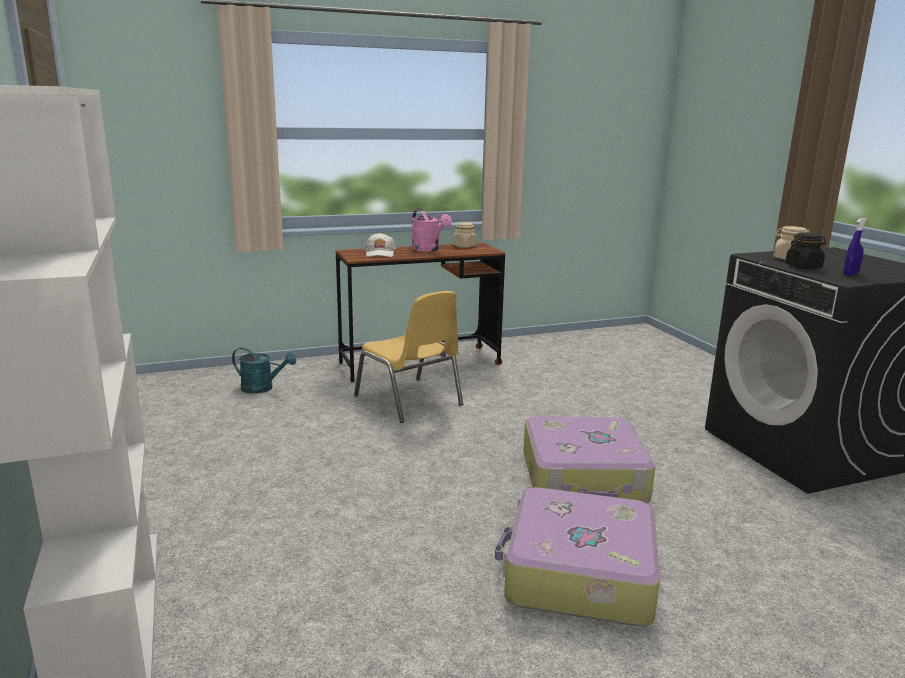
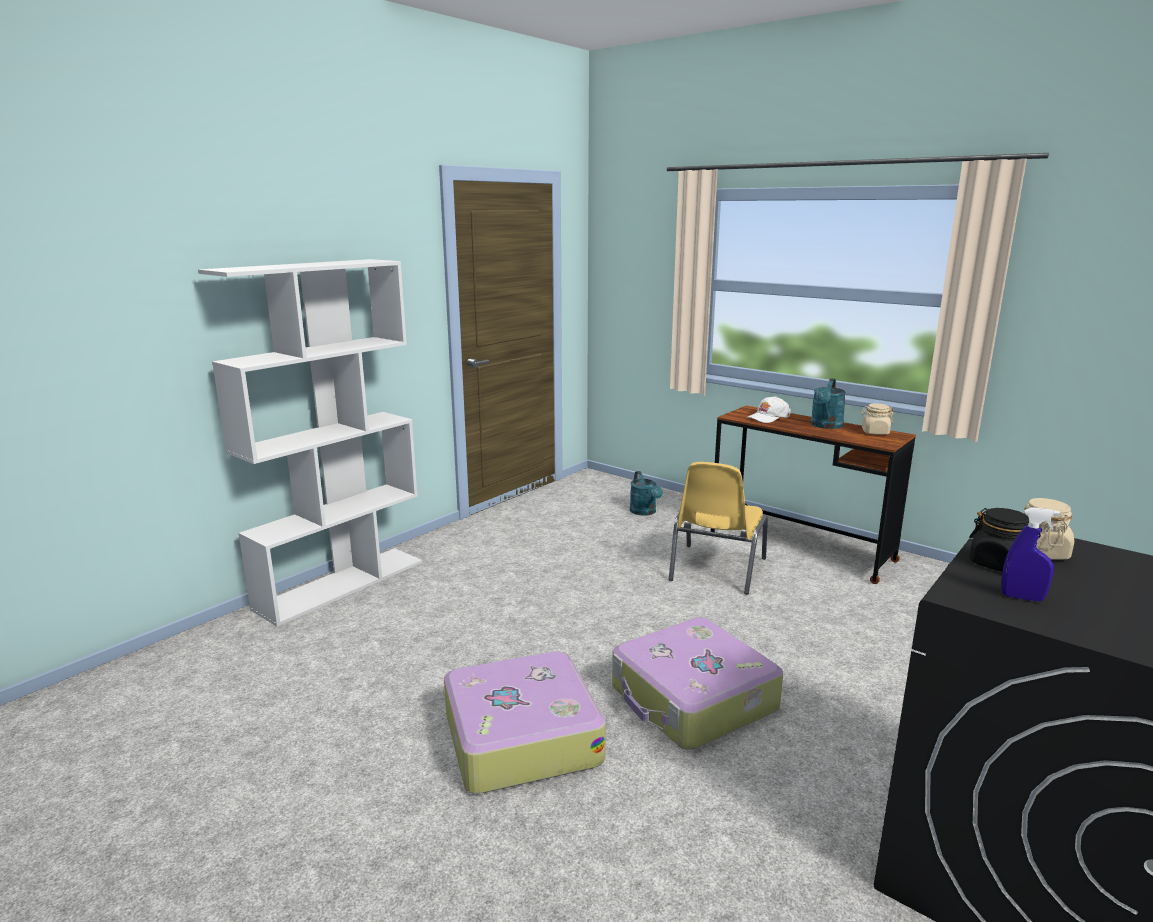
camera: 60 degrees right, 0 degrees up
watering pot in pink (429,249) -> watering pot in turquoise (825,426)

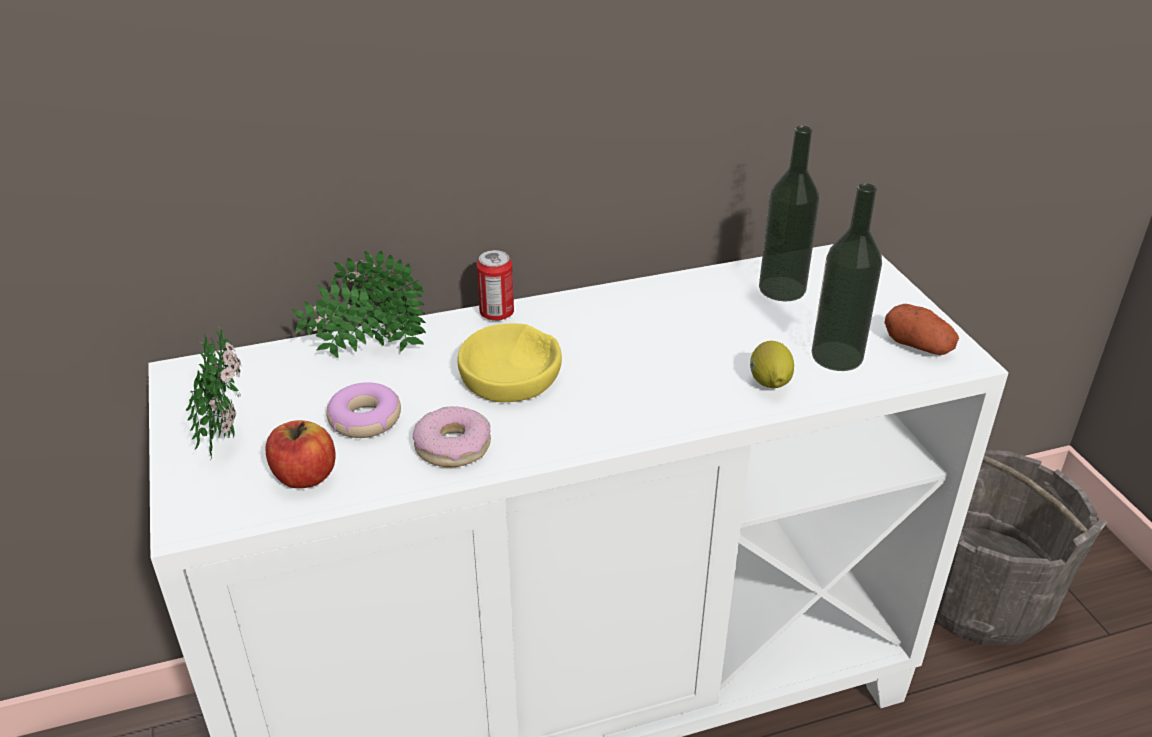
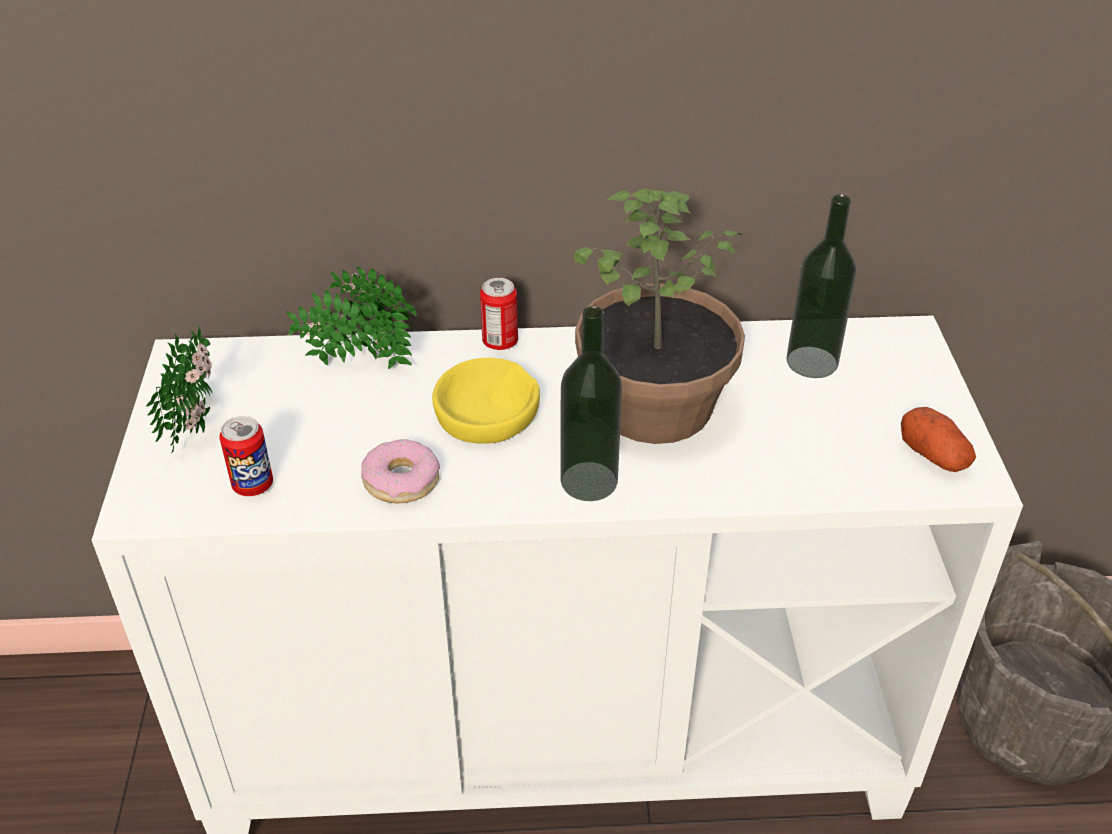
camera: 15 degrees right, 5 degrees up
apple (304,476) -> can (253,485)
ring doughnut (365,419) -> none
lemon (769,383) -> none
drink bottle (837,356) -> drink bottle (589,481), shifted
none -> plant in a pot (655,406)

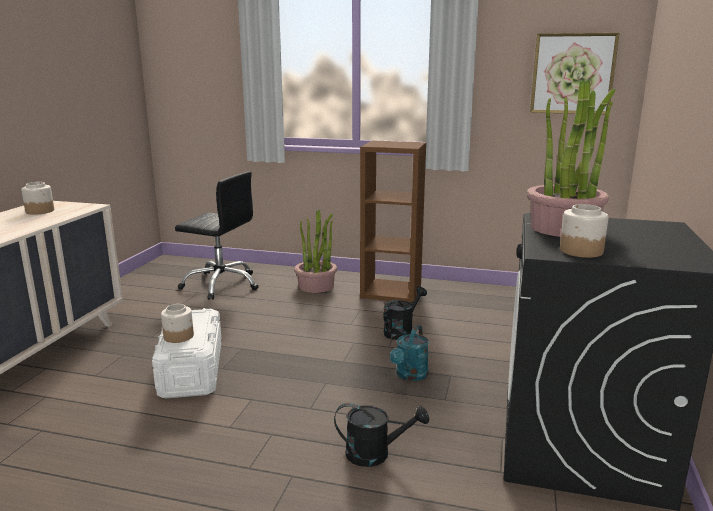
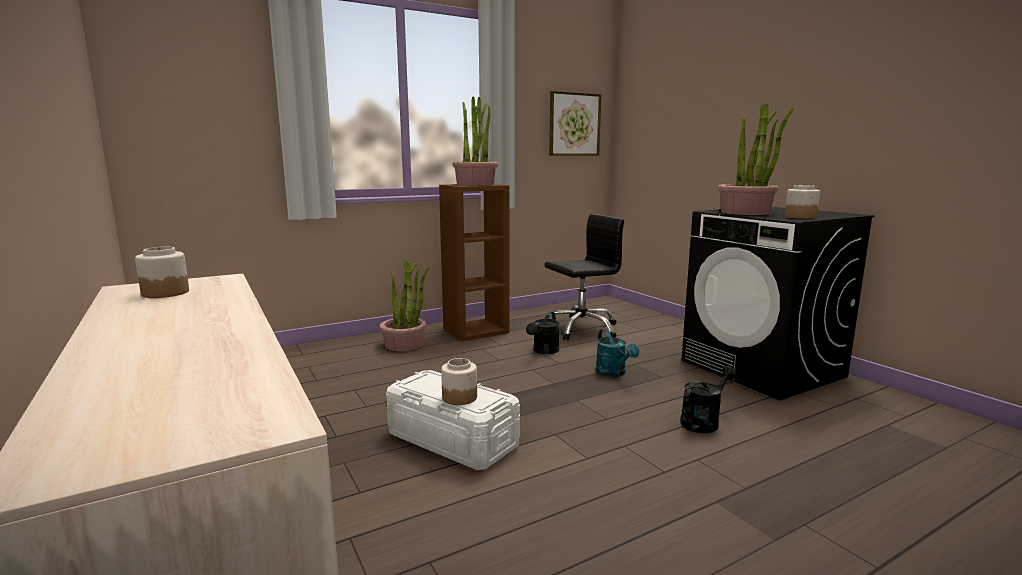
camera: 45 degrees left, 5 degrees down
office chair in blackish (221,284) -> office chair in blackish (581,328), shifted
watering pot in blackish (401,331) -> watering pot in blackish (544,351), 150 degrees counterclockwise
none -> plant in a pot (475,184)

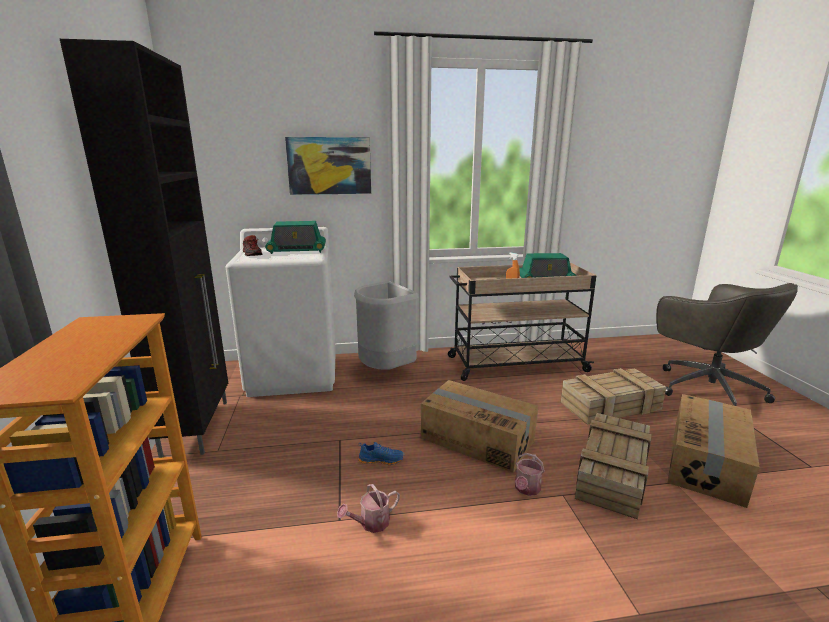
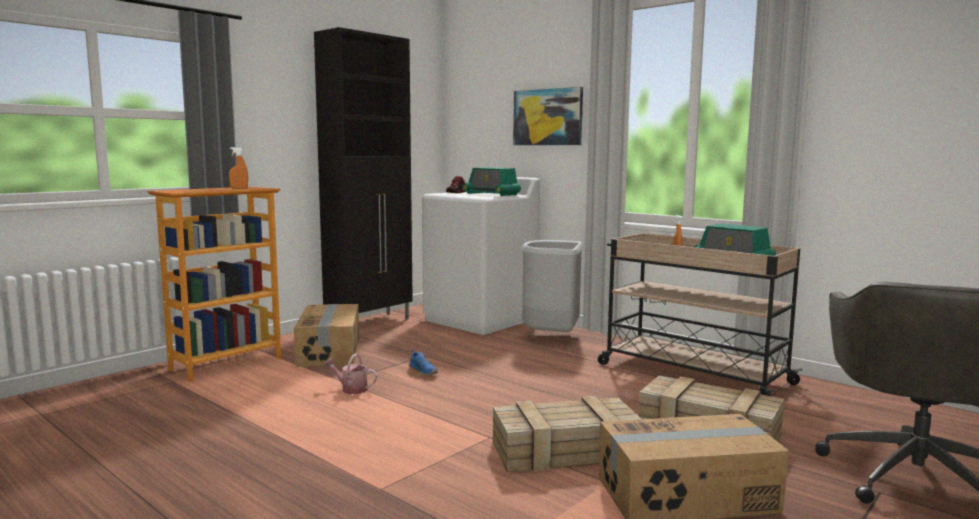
camera: 50 degrees right, 10 degrees down
packing box (477,439) -> packing box (330,351), shifted
watering pot (526,489) -> none
none -> hand sprayer in orange-coloured (239,188)

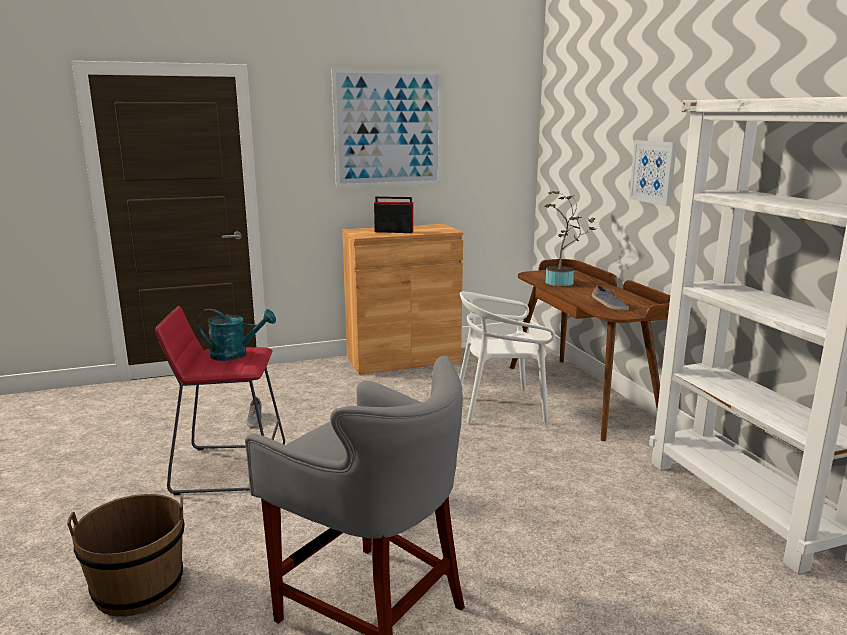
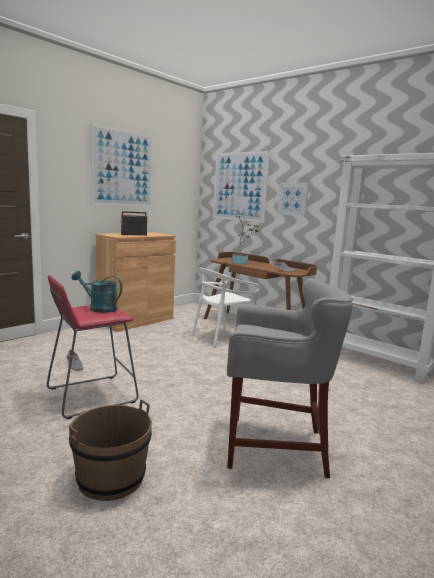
camera: 30 degrees left, 5 degrees down
watering pot in turquoise (236,354) -> watering pot in turquoise (99,308), 135 degrees counterclockwise
none -> picture (239,186)

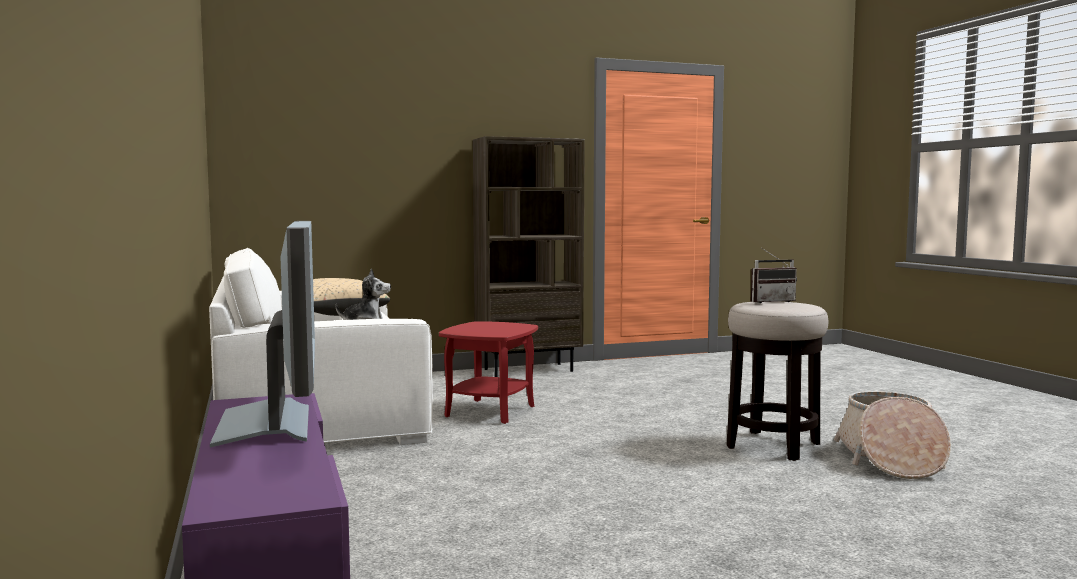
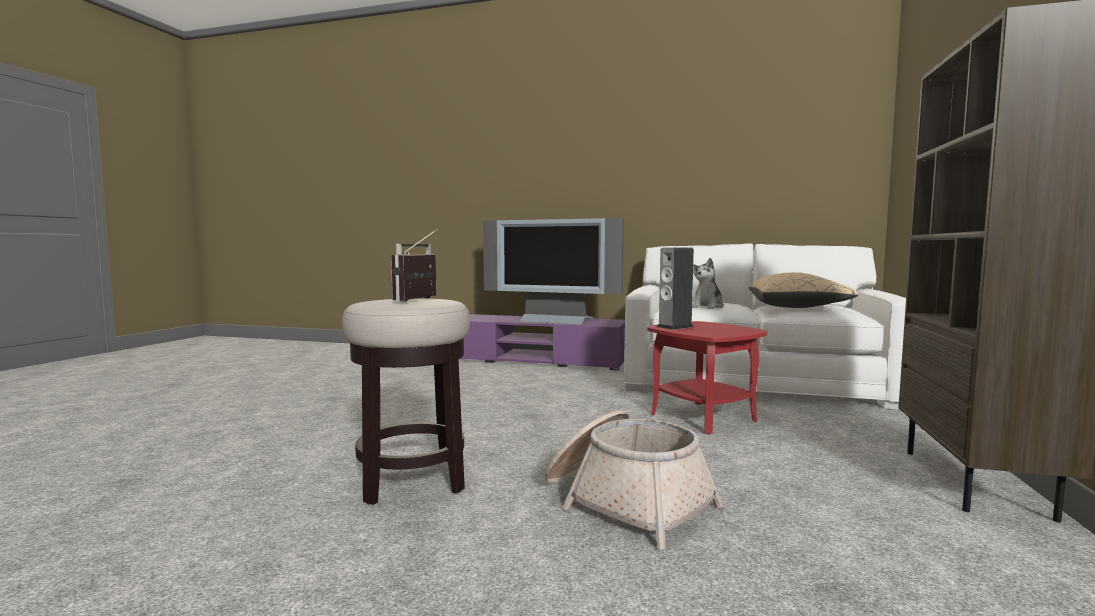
camera: 125 degrees right, 0 degrees up
basket (890,459) -> basket (625,501), shifted
none -> audio speaker (675,327)

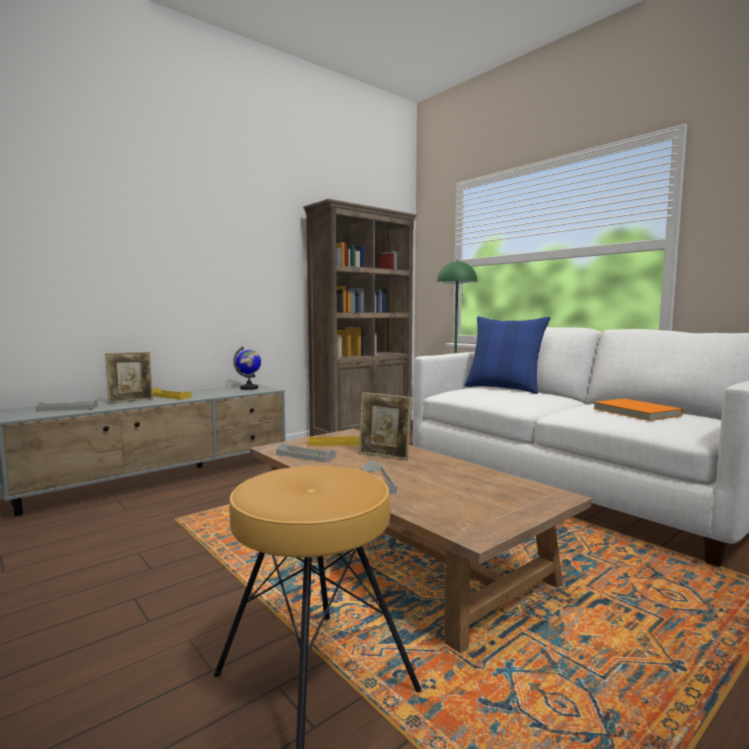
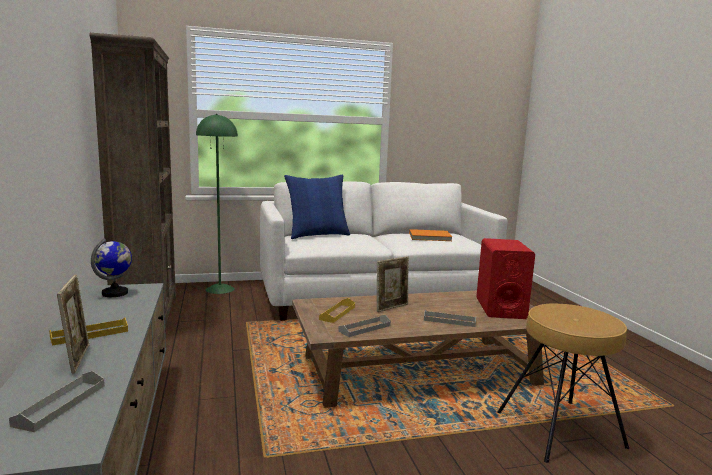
camera: 65 degrees left, 5 degrees up
none -> audio speaker in red-coloured (500,308)

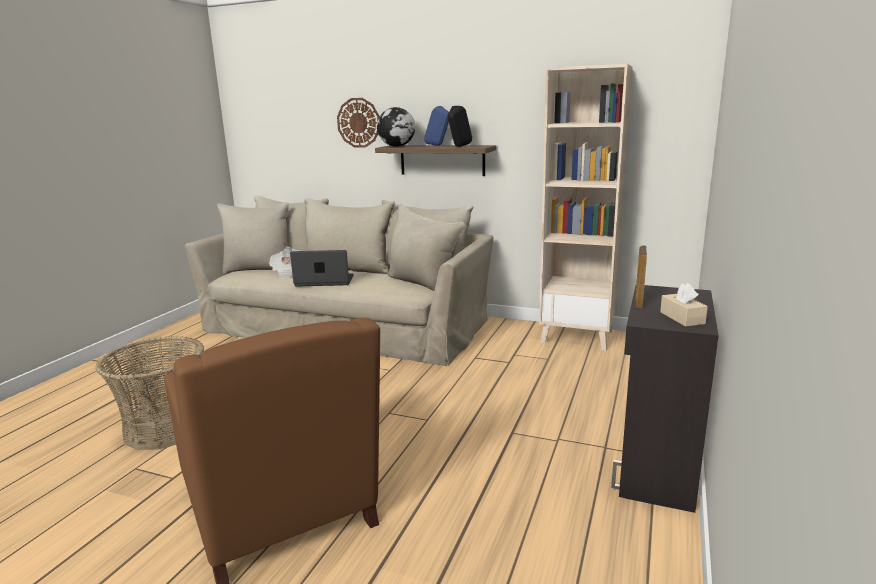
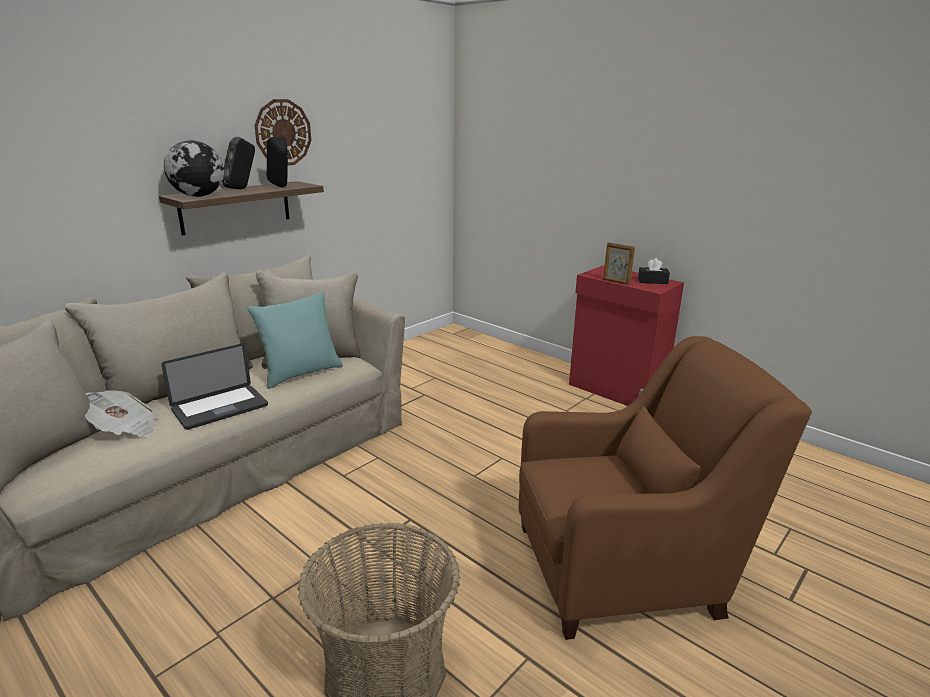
camera: 70 degrees left, 5 degrees up
notebook computer (324,281) -> notebook computer (220,408), 150 degrees counterclockwise
hanging clock (358,122) -> hanging clock (283,132), shifted
audio speaker in bluish (438,145) -> audio speaker in blackish (242,188)
bookcase in beige-coloured (577,336) -> none
storage cabinet in blackish (655,467) -> storage cabinet in red-coloured (616,391)
tissue holder in beige-coloured (682,318) -> tissue holder in blackish (652,281)
none -> throw pillow in turquoise (301,373)

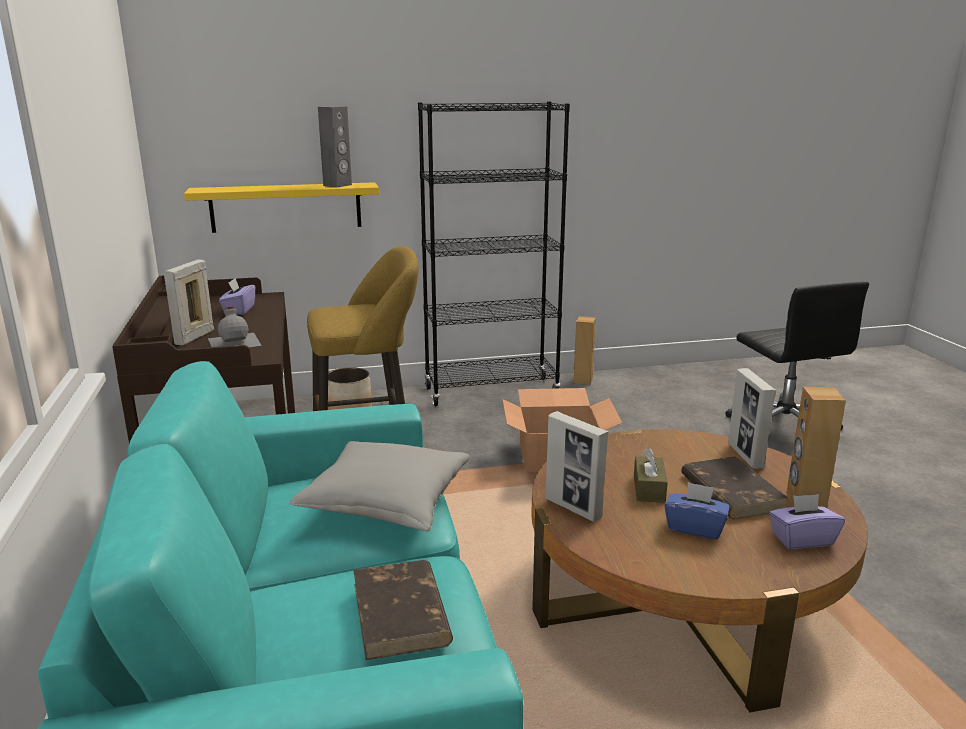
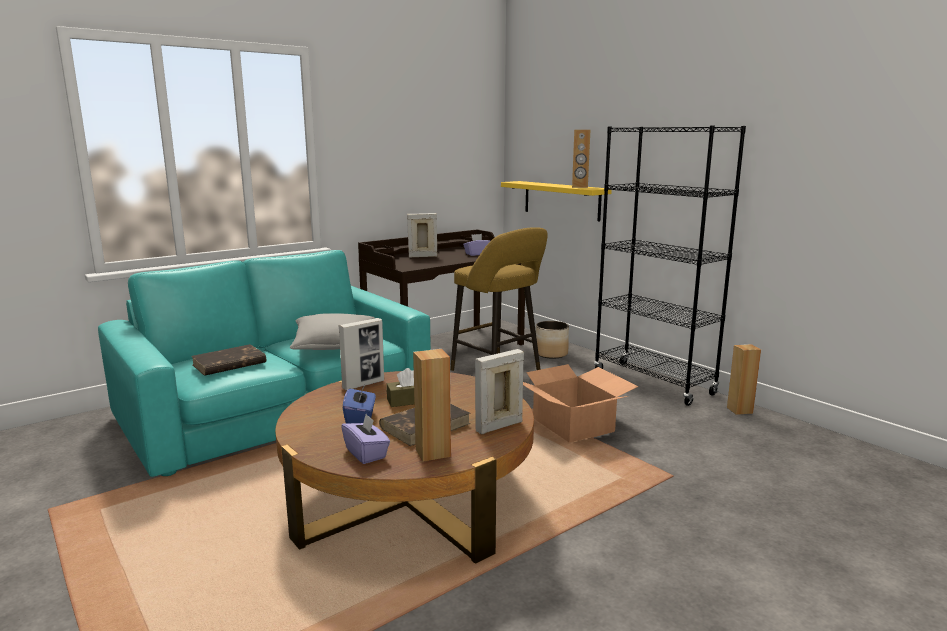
camera: 65 degrees right, 5 degrees down
drink bottle in grey (235,341) -> none
audio speaker in grey (338,185) -> audio speaker in brownish (580,187)
standing frame (573,508) -> standing frame (363,384), 150 degrees counterclockwise
office chair in blackish (783,429) -> none

